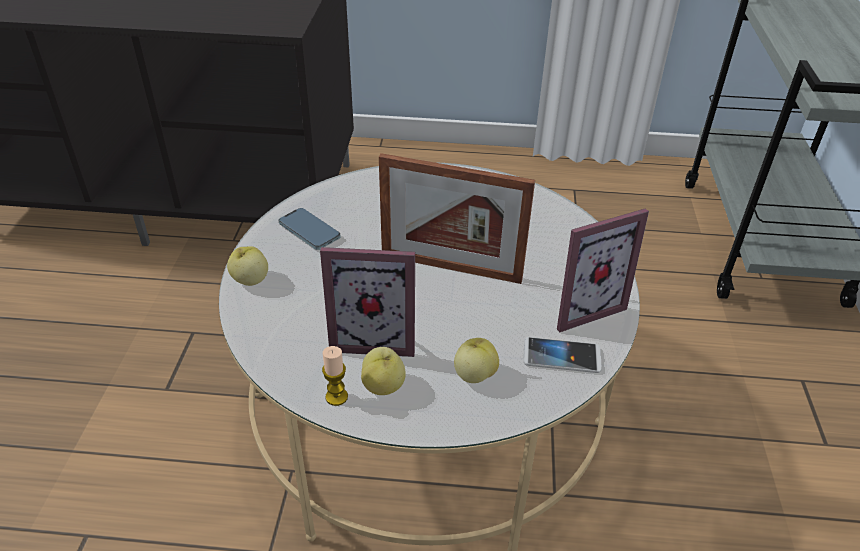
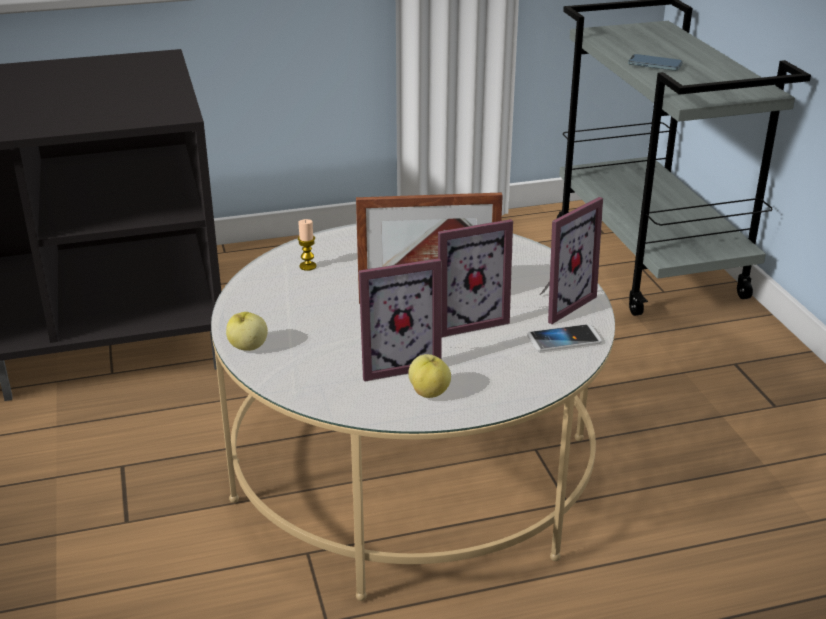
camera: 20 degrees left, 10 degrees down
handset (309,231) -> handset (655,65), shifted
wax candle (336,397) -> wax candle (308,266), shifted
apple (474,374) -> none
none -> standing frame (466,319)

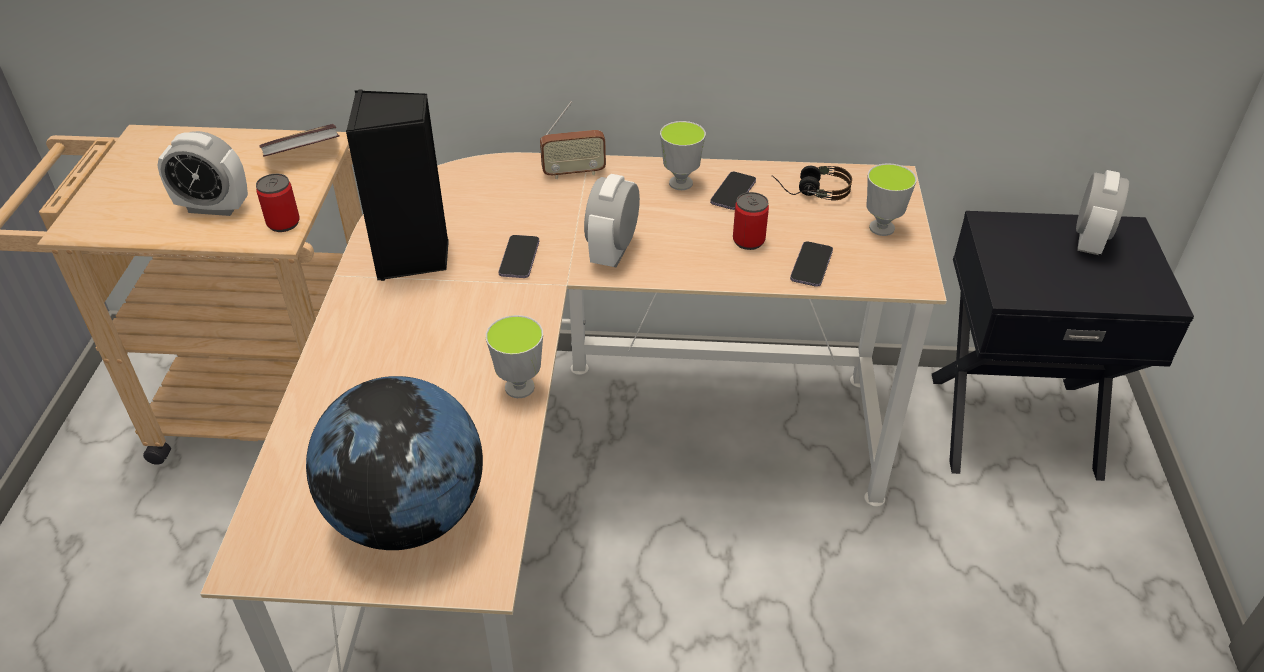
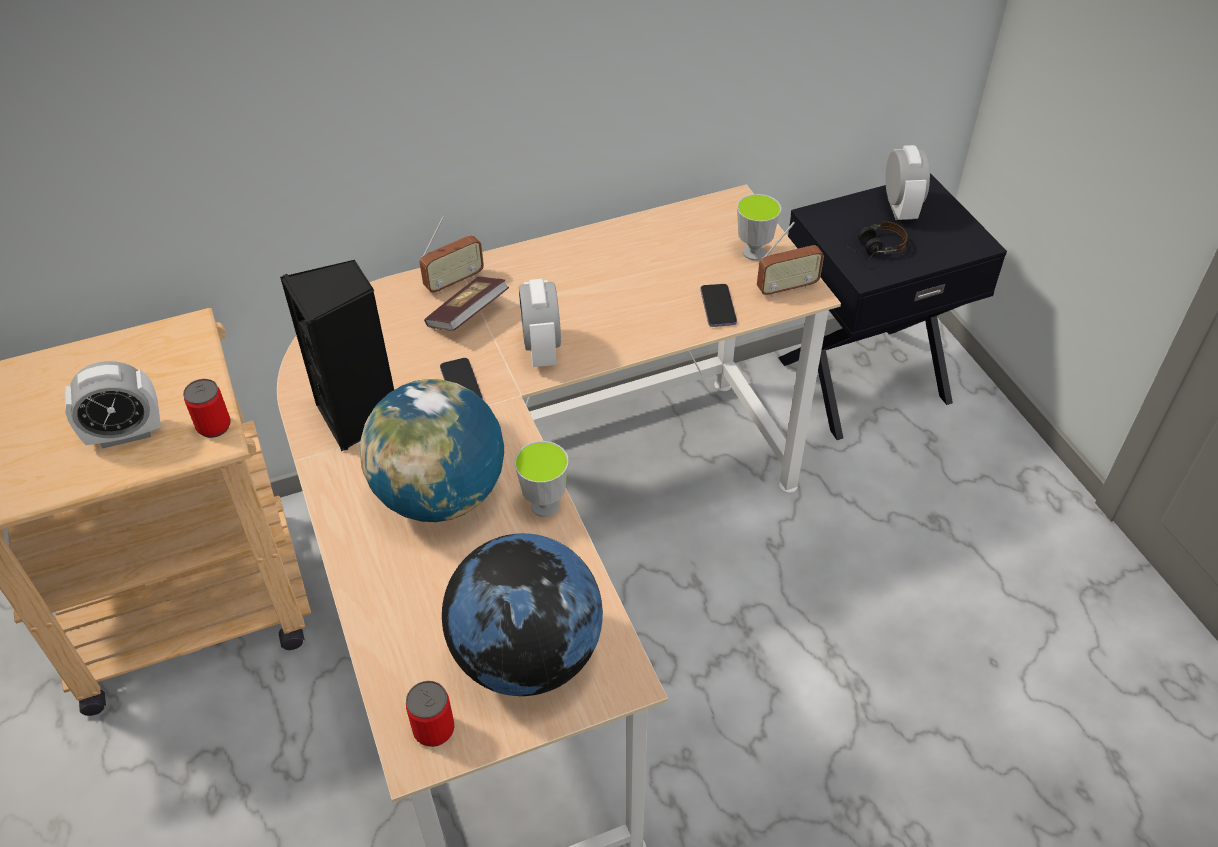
camera: 25 degrees left, 5 degrees up
book (303,155) -> book (468,316), shifted
cup (680,183) -> none
handset (733,192) -> none
can (748,241) -> can (434,729), shifted
pair of headphones (810,191) -> pair of headphones (871,249), shifted
none -> desk globe (440,495)
none -> radio set (787,288)

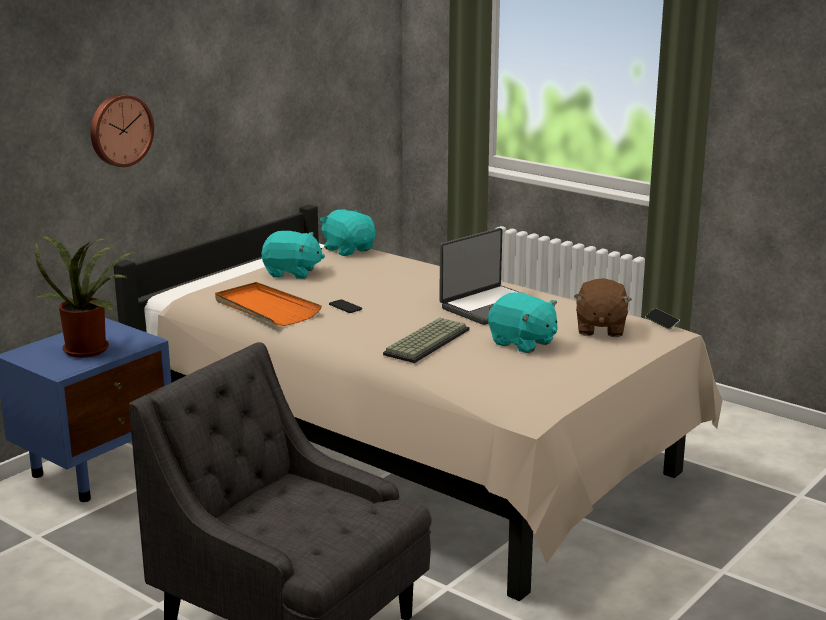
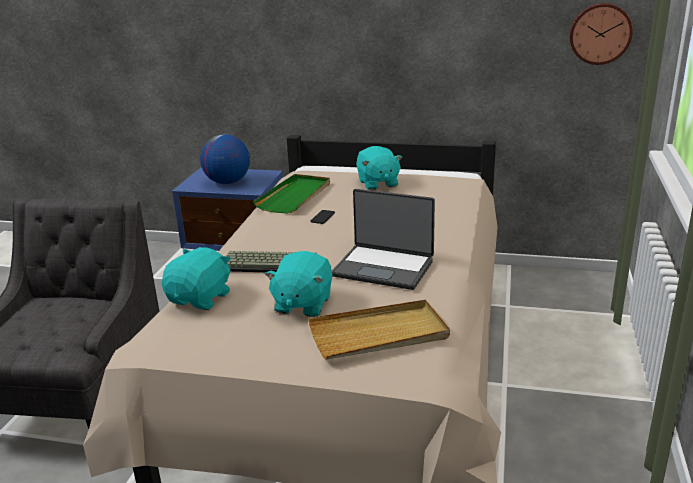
camera: 65 degrees right, 5 degrees up
plant in a pot (90,349) -> desk globe (227,182)
hanging clock (120,130) -> hanging clock (600,33), shifted
tray in orange-coloured (266,308) -> tray in green (295,196)
soft toy in turquoise (348,249) -> soft toy in turquoise (201,298), shifted
soft toy in brownish (600,329) -> tray in beige-coloured (379,334)
handset (661,323) -> none

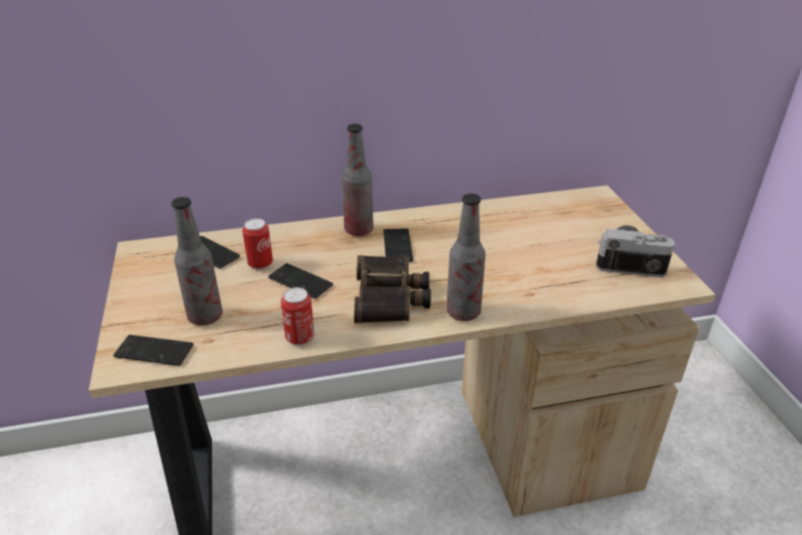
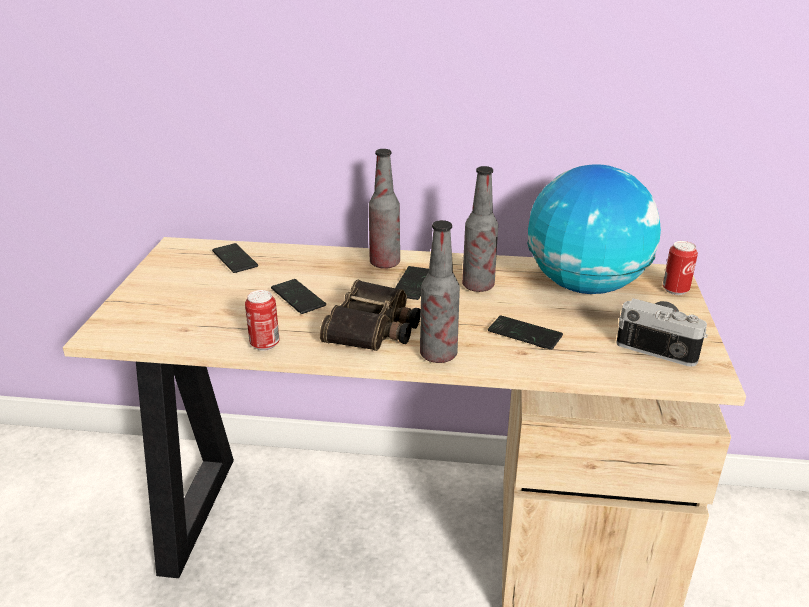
camera: 20 degrees right, 5 degrees down
handset (154,352) -> handset (524,334), shifted
drink bottle (205,317) -> drink bottle (478,286), shifted
can (260,264) -> can (675,290), shifted
none -> desk globe (584,286)

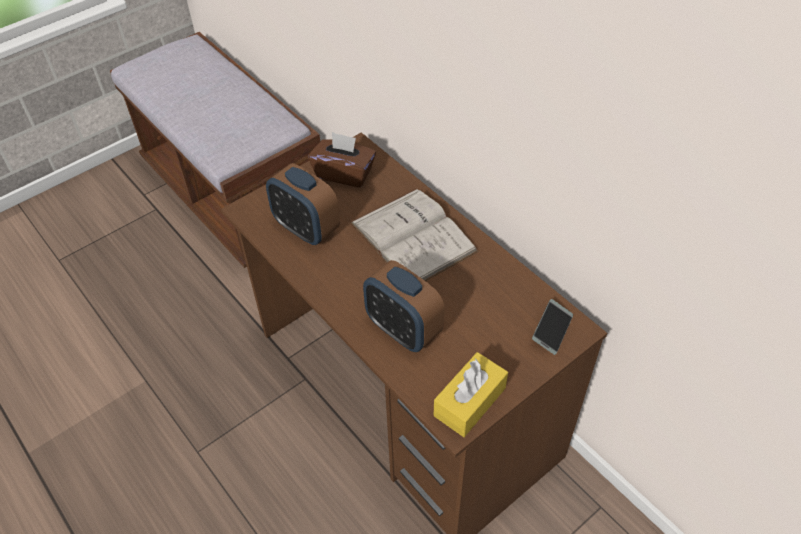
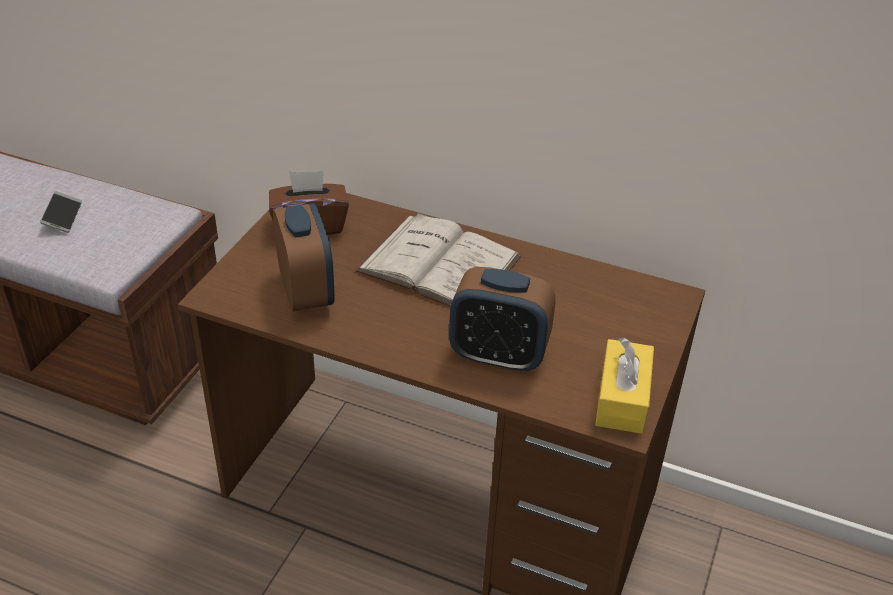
camera: 30 degrees left, 10 degrees down
table clock (306,229) -> table clock (306,292), 120 degrees counterclockwise
handset (552,330) -> handset (63,217), shifted

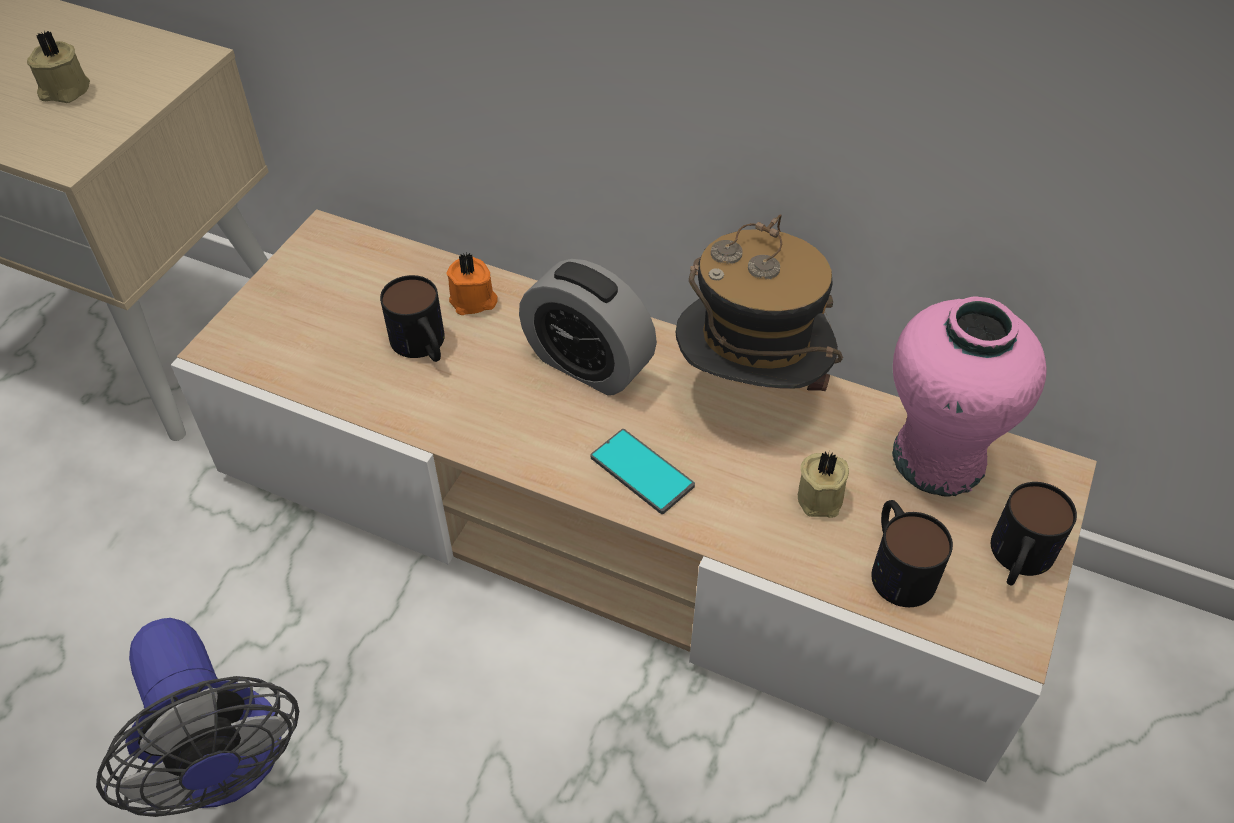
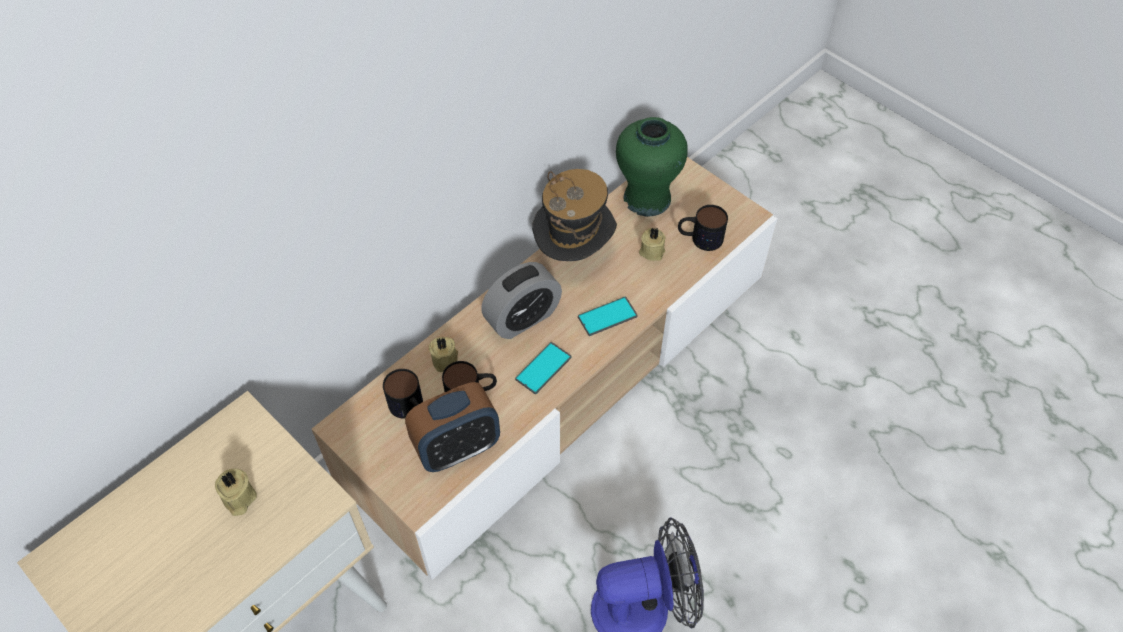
camera: 70 degrees left, 5 degrees up
wax candle in orange-coloured (473,301) -> wax candle in beige-coloured (446,359)
flower vase in pink (937,459) -> flower vase in green (647,199)
tea mug (1017,560) -> tea mug (410,409), shifted
none -> table clock (457,448)
none -> handset (543,368)

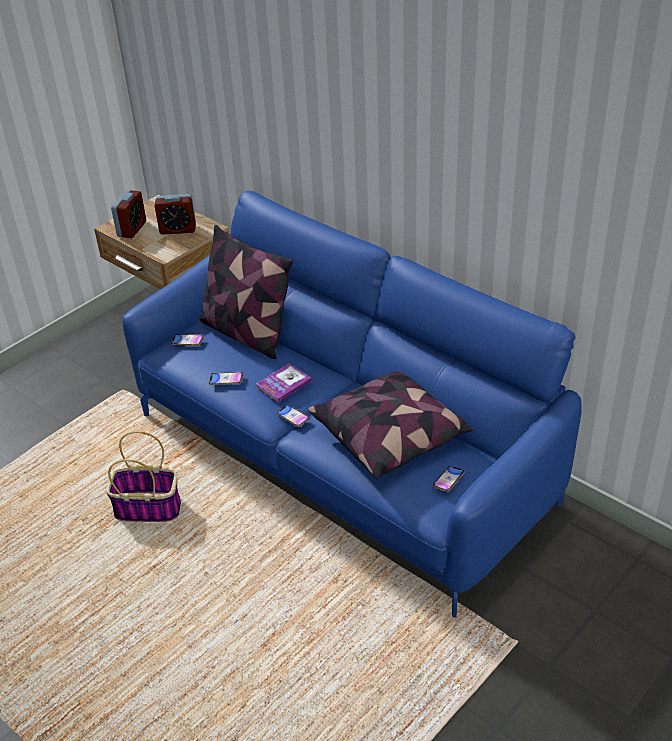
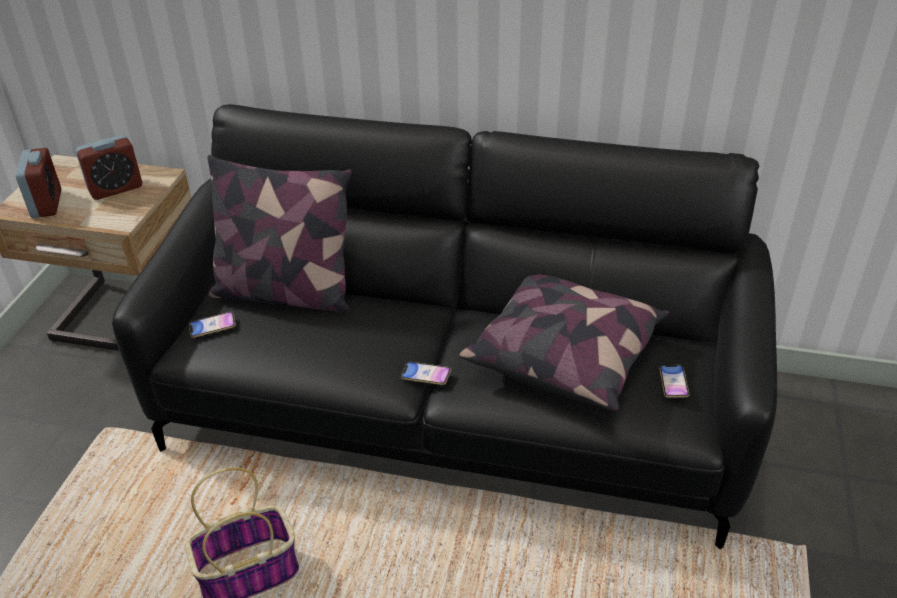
camera: 30 degrees left, 0 degrees up
settee in bluish (341,457) -> settee in blackish (451,411)
handset (226,380) -> none
book (283,384) -> none

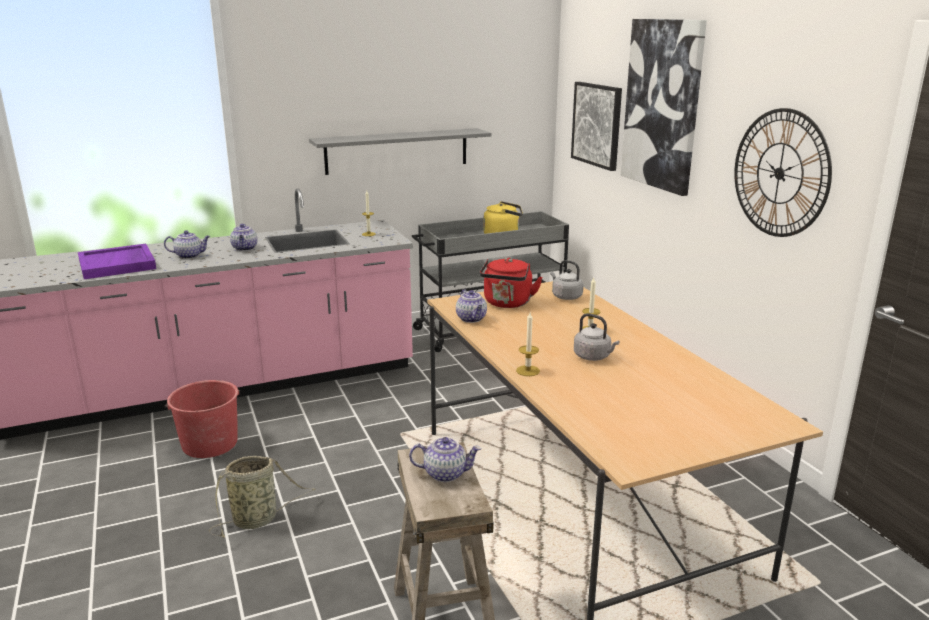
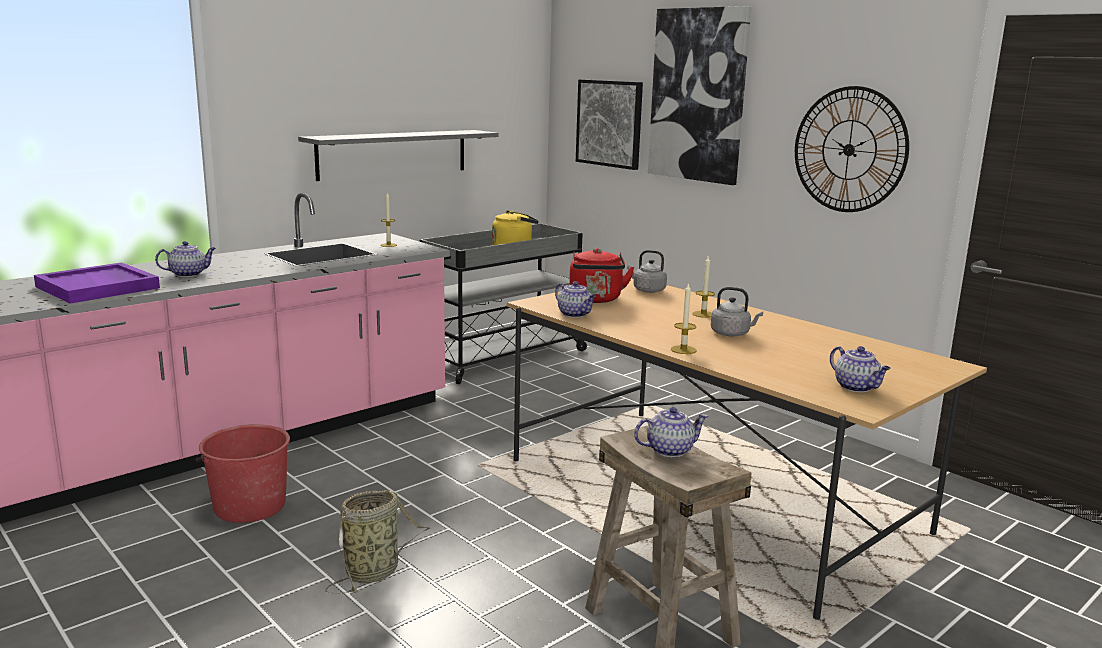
camera: 20 degrees left, 5 degrees down
tea pot (245,248) -> tea pot (857,387), shifted

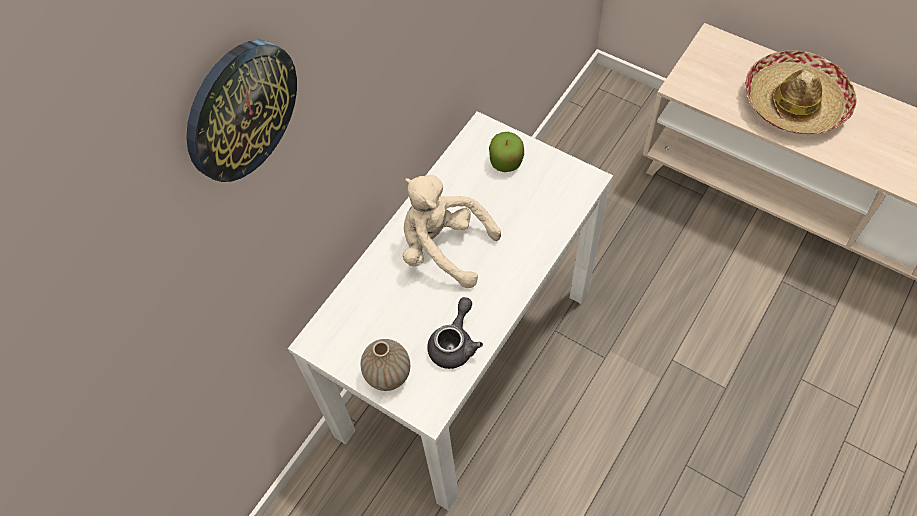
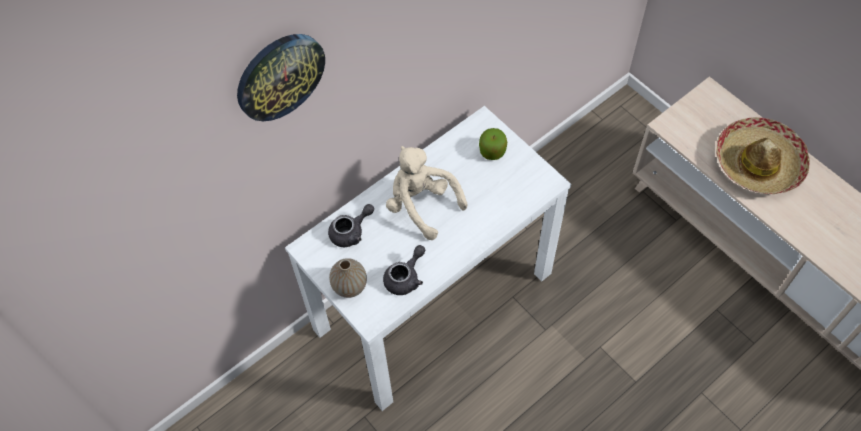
camera: 15 degrees right, 0 degrees up
none -> tea pot in grey (351,232)

